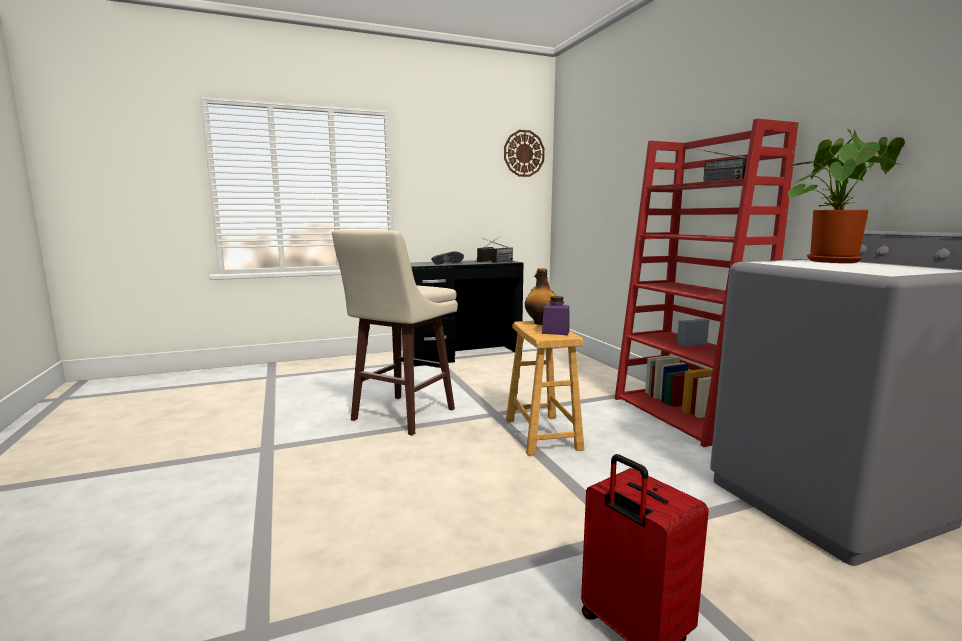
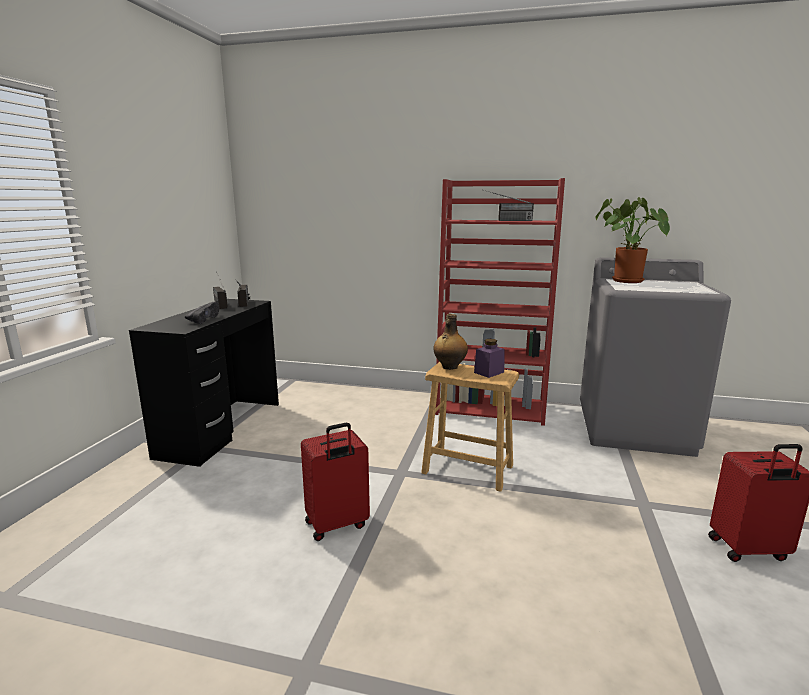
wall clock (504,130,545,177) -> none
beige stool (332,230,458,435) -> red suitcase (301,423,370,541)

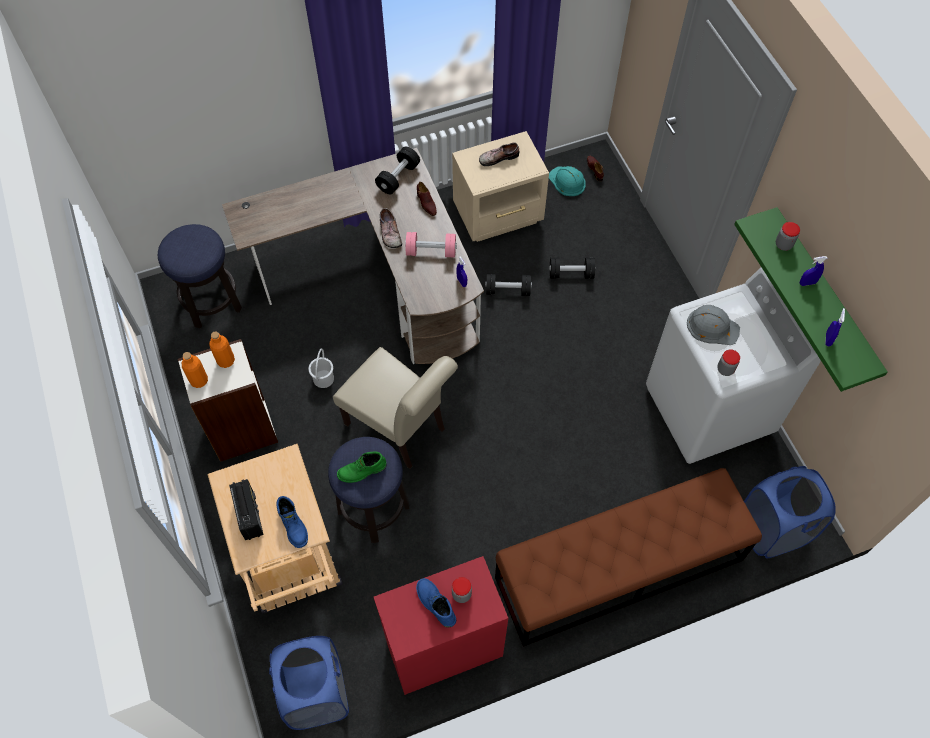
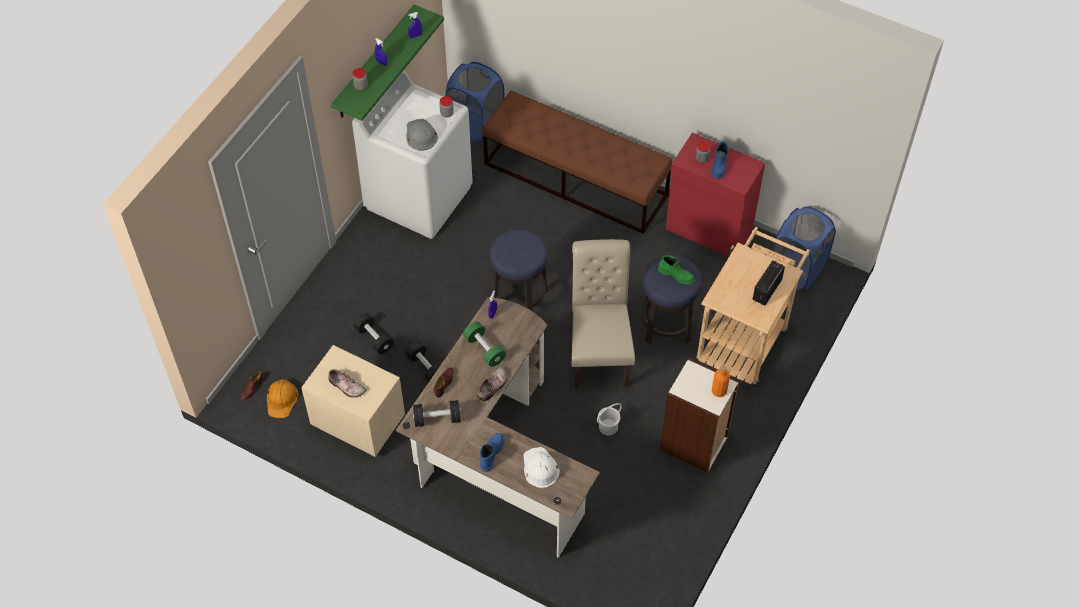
orange bottle (209,331,235,368) -> none
none -> white hard hat (524,447,560,488)
stool (158,224,242,329) -> stool (490,229,548,312), shifted
blue boot (277,496,308,548) -> blue boot (480,433,504,472), shifted
pink dumbbell (405,232,457,258) -> green dumbbell (463,321,506,367)
turquoise hard hat (549,166,586,196) -> orange hard hat (267,379,299,418)

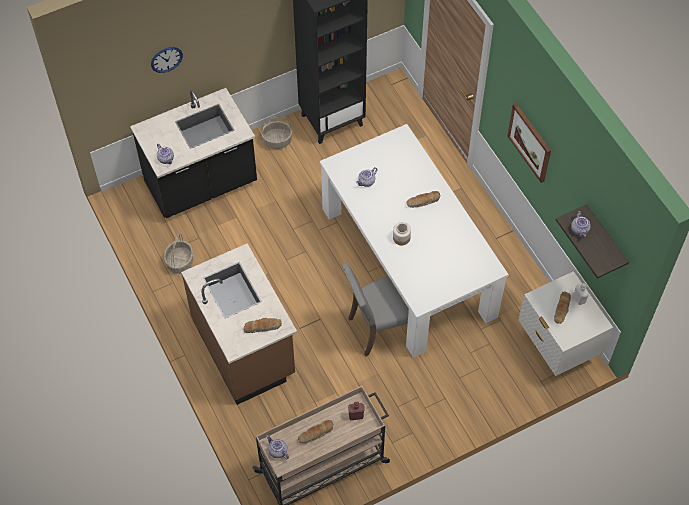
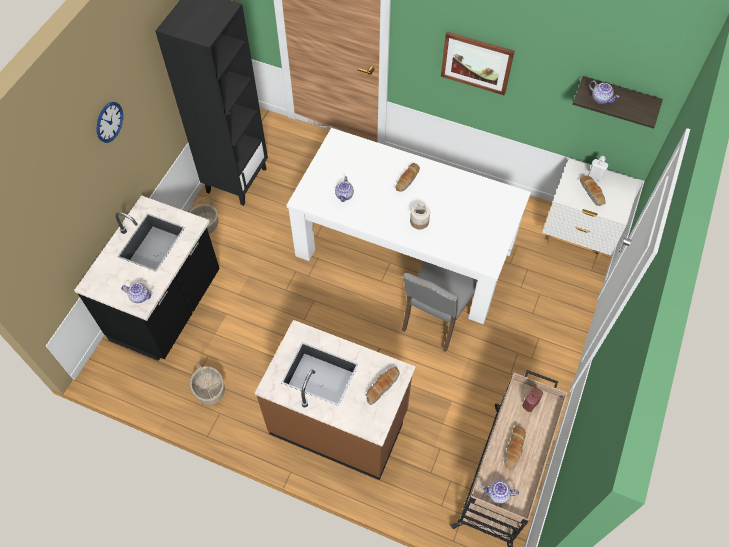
wall clock (151,47,183,73) -> wall clock (96,102,123,143), shifted

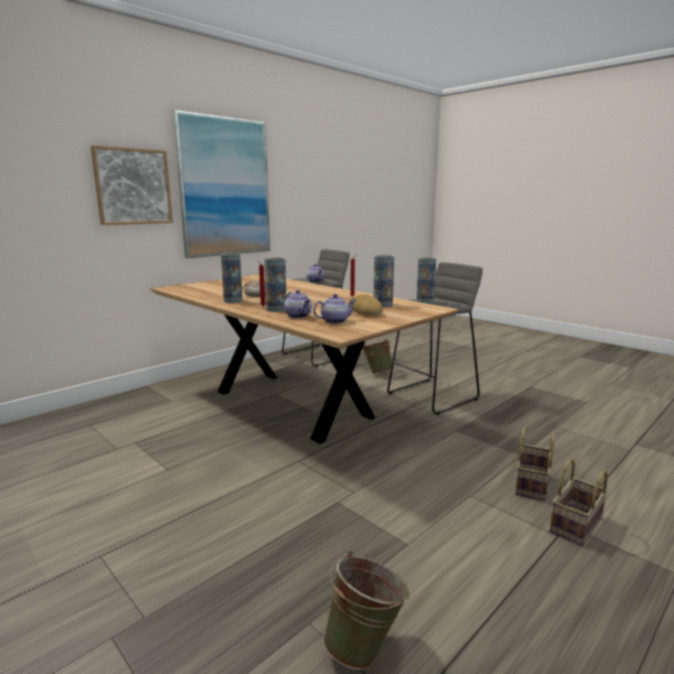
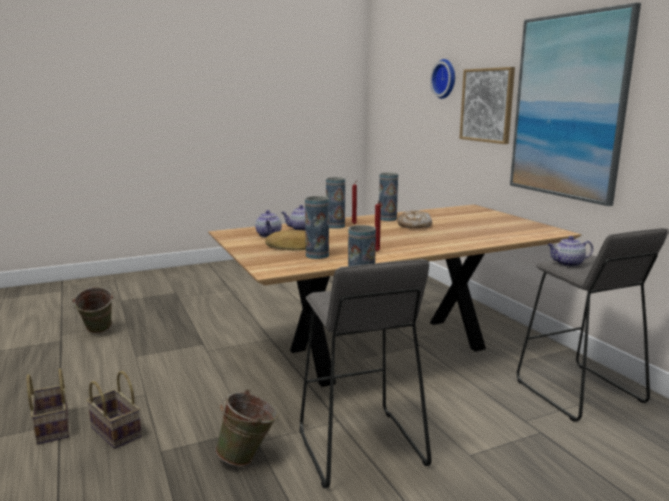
none -> wall clock (430,59,455,99)
green bucket (363,339,392,374) -> green bucket (215,389,278,466), shifted

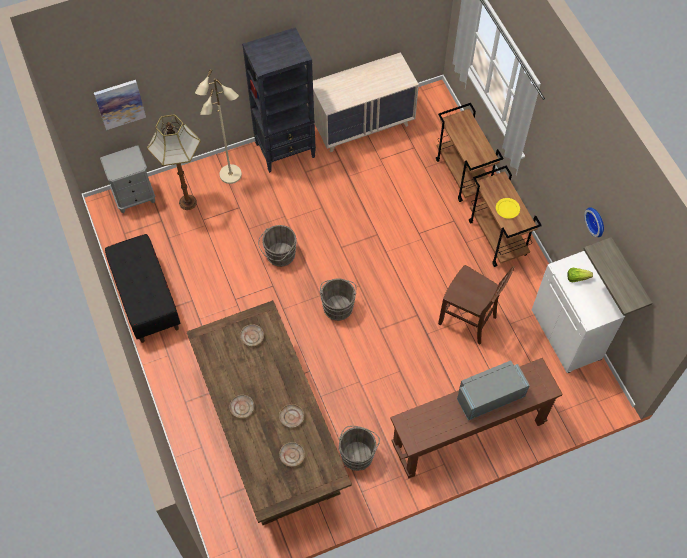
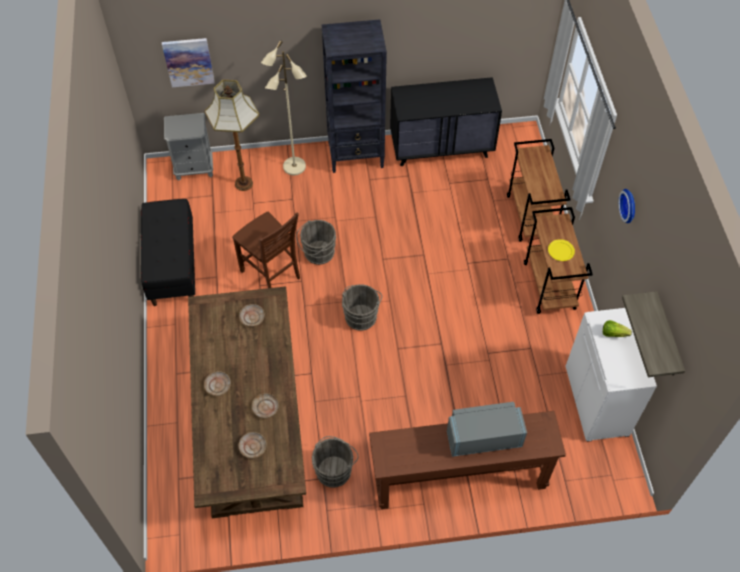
brown chair (438,265,515,345) -> brown chair (232,212,300,288), shifted
wall clock (584,207,604,237) -> wall clock (618,189,635,223), shifted
beige dresser (313,52,419,152) -> black dresser (390,77,502,166)

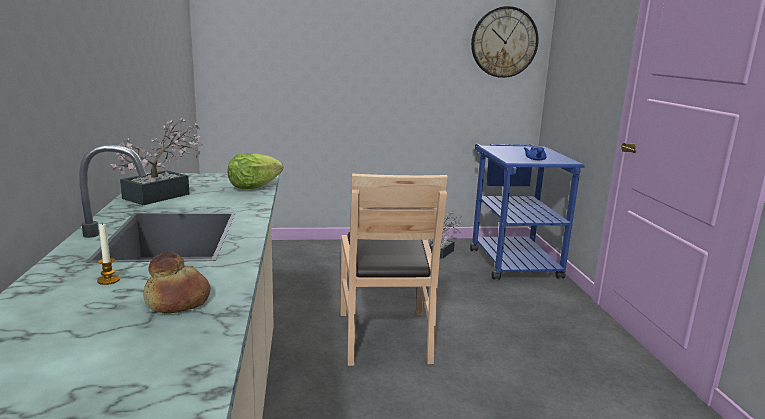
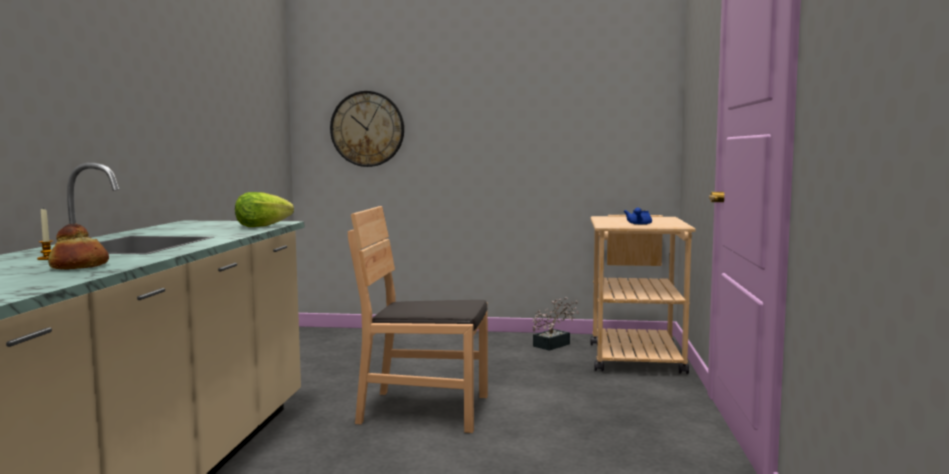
potted plant (111,118,203,205) -> none
wall clock (471,6,538,78) -> wall clock (330,91,404,167), shifted
blue cart (470,144,585,280) -> beige cart (591,215,696,374)
brown chair (340,173,448,366) -> brown chair (348,206,488,433), 90 degrees clockwise

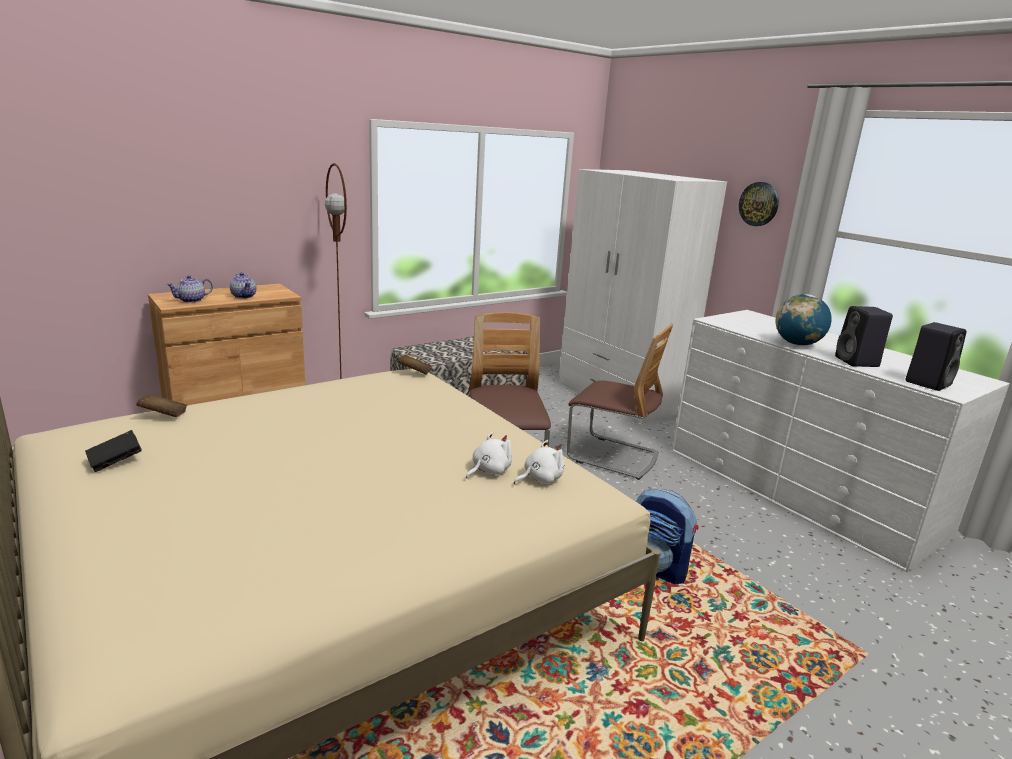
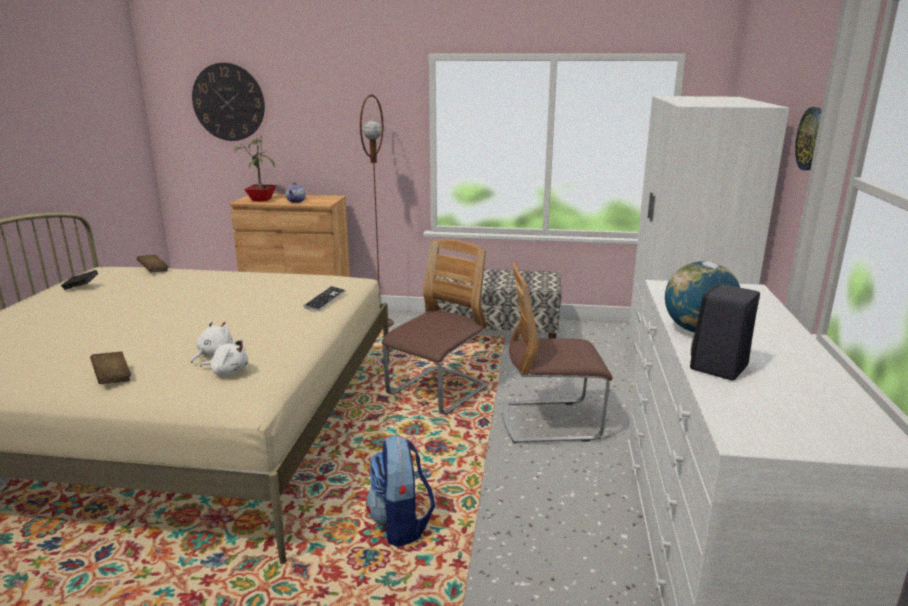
black speaker (905,322,966,391) -> none
none -> wall clock (192,63,265,141)
none -> keyboard (303,286,346,311)
brown book (397,355,432,374) -> brown book (90,351,131,384), shifted
teapot (166,275,213,303) -> potted plant (232,135,276,202)
white plush toy (466,432,512,479) -> white plush toy (191,321,233,363), 60 degrees counterclockwise
chair (567,323,673,480) -> chair (502,262,612,444), 105 degrees clockwise

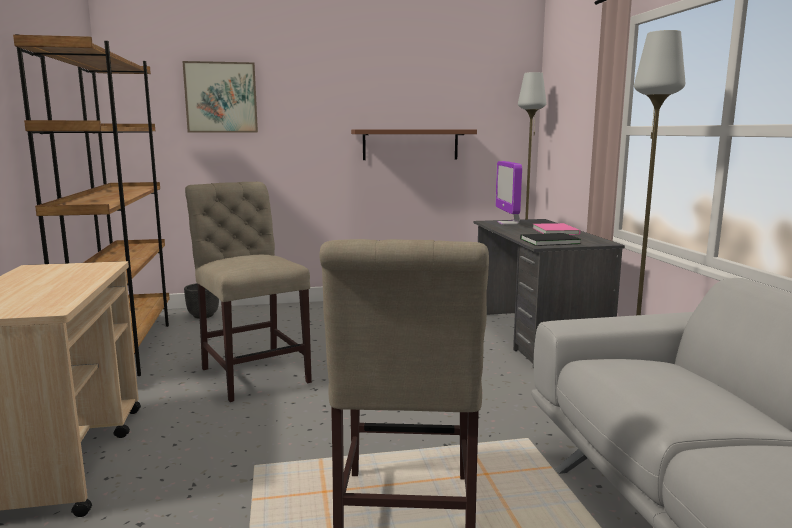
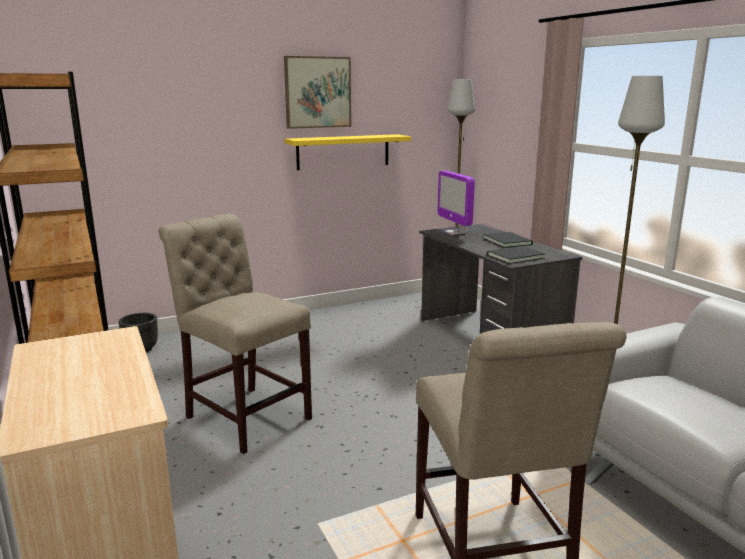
picture (182,61,258,132) -> picture (284,56,351,129), shifted
brown shelf (351,129,477,160) -> yellow shelf (284,134,411,170)
pink book (533,223,580,235) -> black book (483,232,533,248)

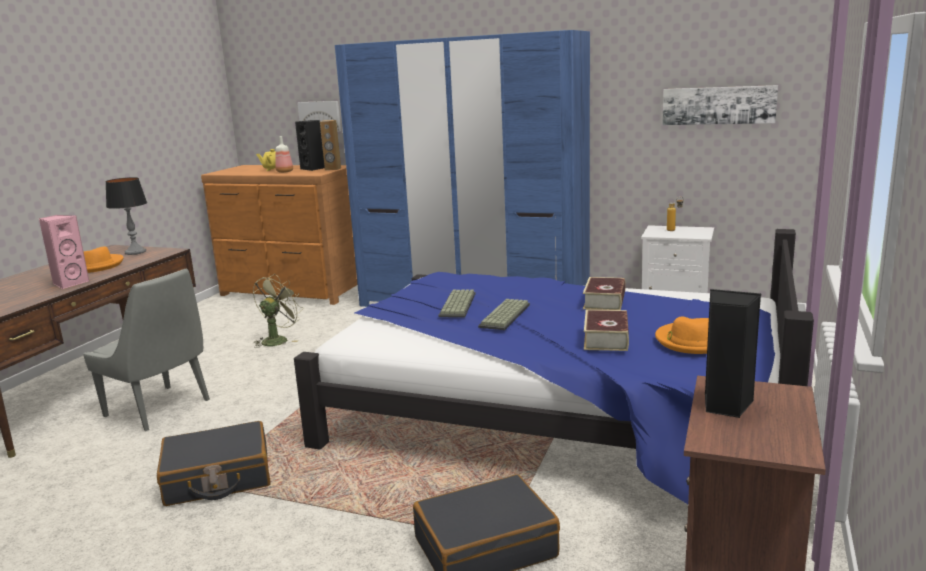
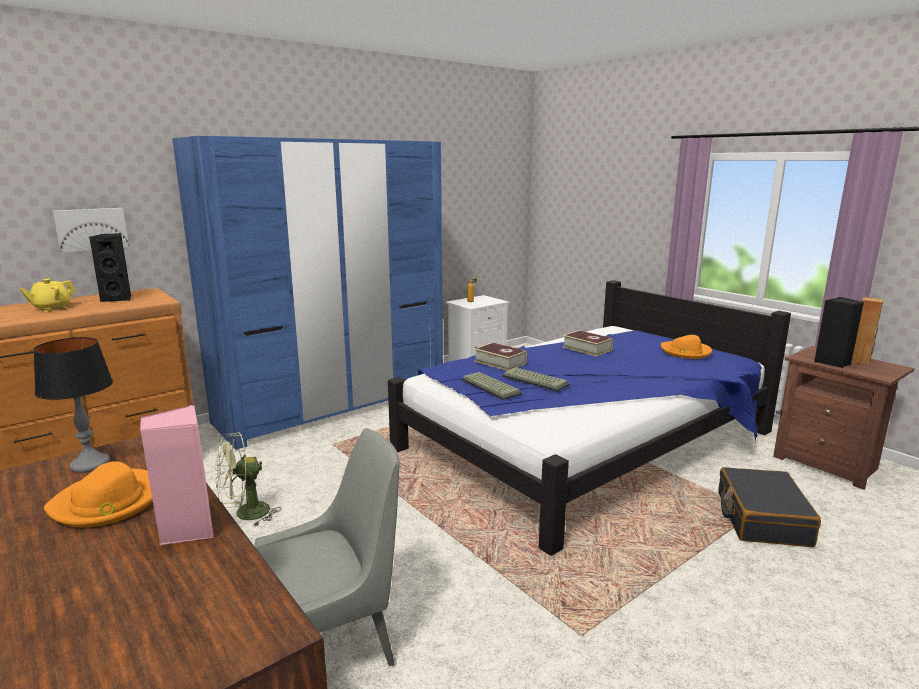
black suitcase (157,421,271,506) -> none
bottle (275,136,293,173) -> none
picture (662,85,778,125) -> none
brown speaker (320,120,341,170) -> brown speaker (851,297,884,365), shifted
keyboard (478,299,530,330) -> keyboard (461,372,522,400), shifted
book (584,310,629,351) -> book (474,342,527,371), shifted
green fan (253,274,303,348) -> green fan (215,432,281,527), 90 degrees counterclockwise

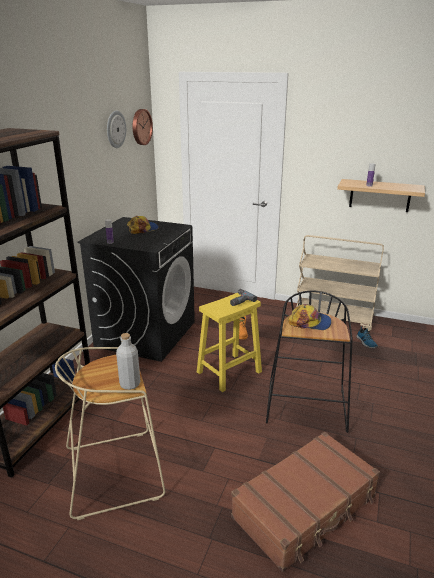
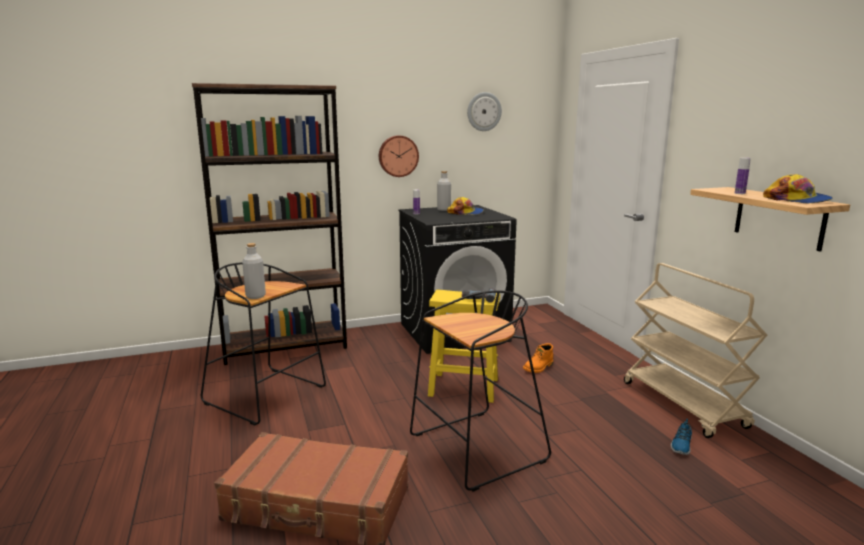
none -> grey bottle (437,171,451,211)
wall clock (132,109,153,145) -> wall clock (379,135,419,177), shifted
cap (288,304,332,330) -> cap (763,174,833,203), shifted
beige stool (55,347,165,520) -> black stool (201,262,326,426)

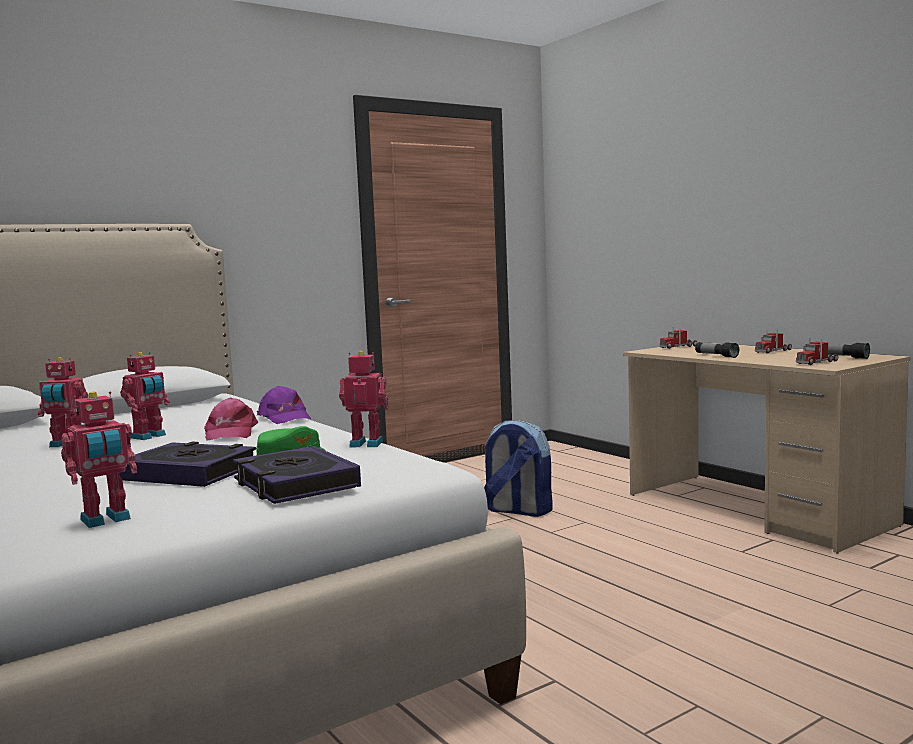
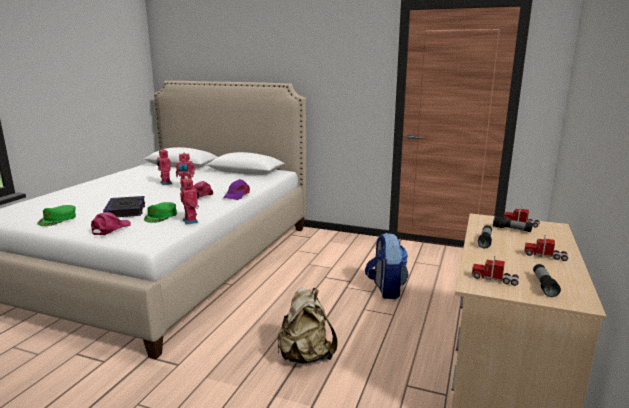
none -> beige backpack (278,288,337,364)
none -> flashlight (493,215,533,232)
toy robot (61,391,137,528) -> green cap (37,205,76,226)
book (233,446,361,504) -> pink cap (91,212,131,235)

